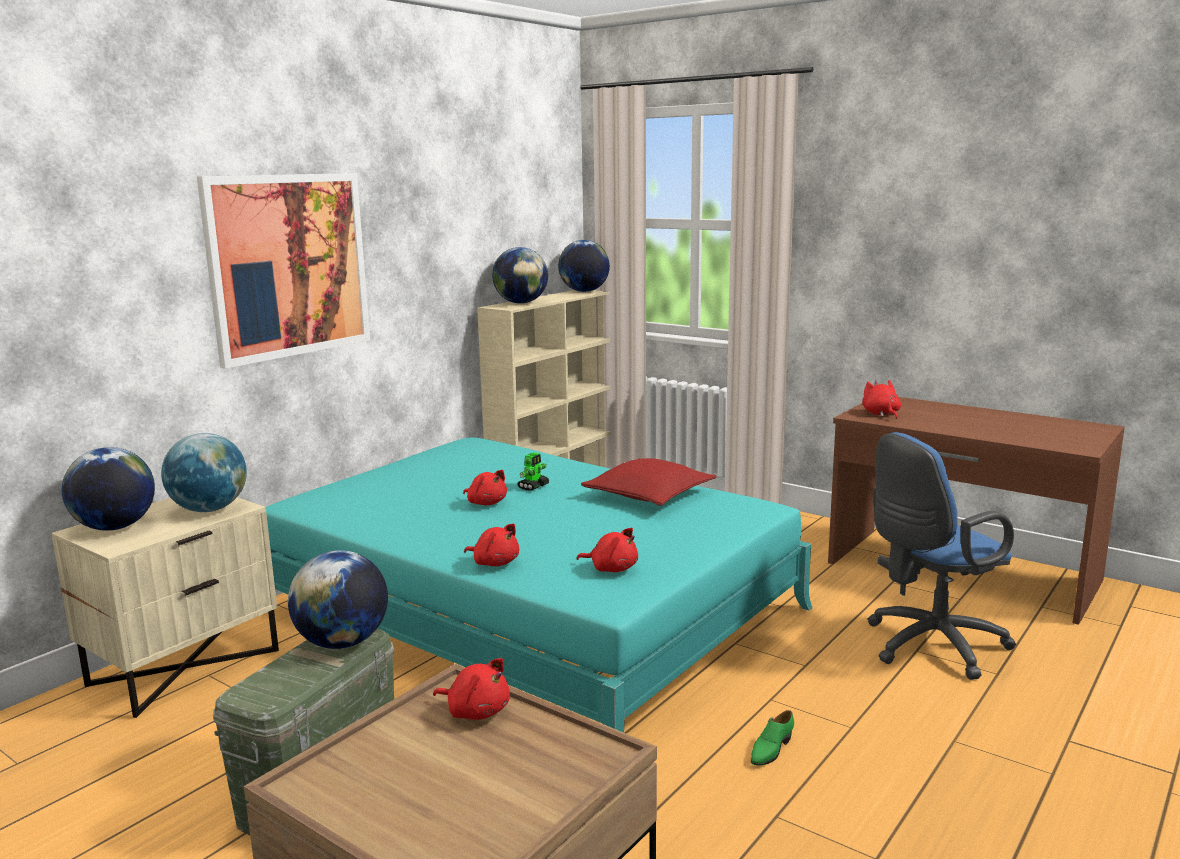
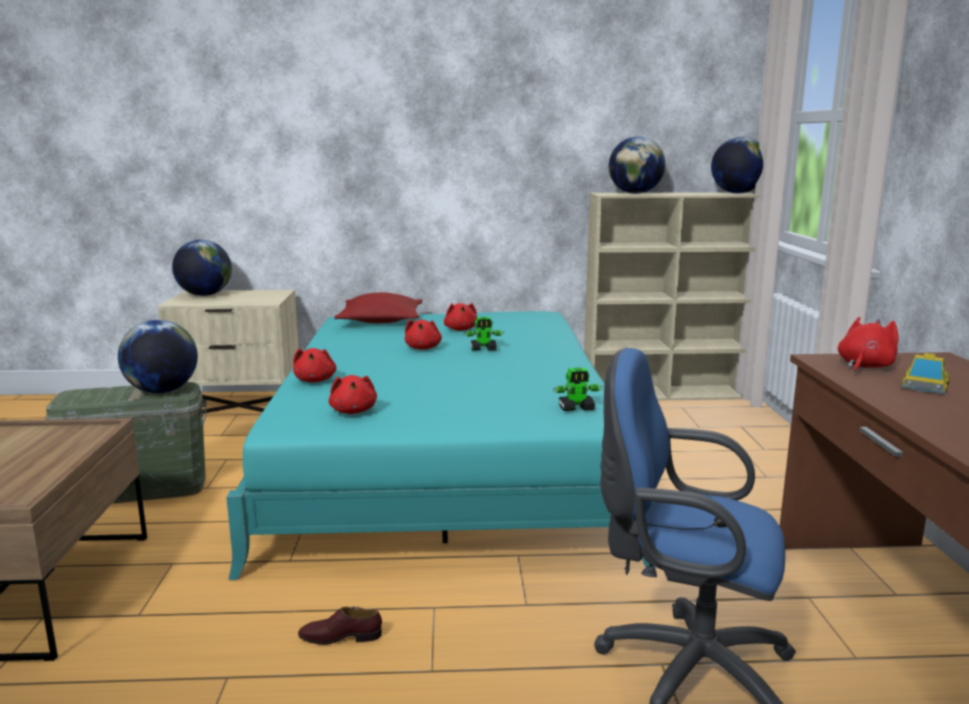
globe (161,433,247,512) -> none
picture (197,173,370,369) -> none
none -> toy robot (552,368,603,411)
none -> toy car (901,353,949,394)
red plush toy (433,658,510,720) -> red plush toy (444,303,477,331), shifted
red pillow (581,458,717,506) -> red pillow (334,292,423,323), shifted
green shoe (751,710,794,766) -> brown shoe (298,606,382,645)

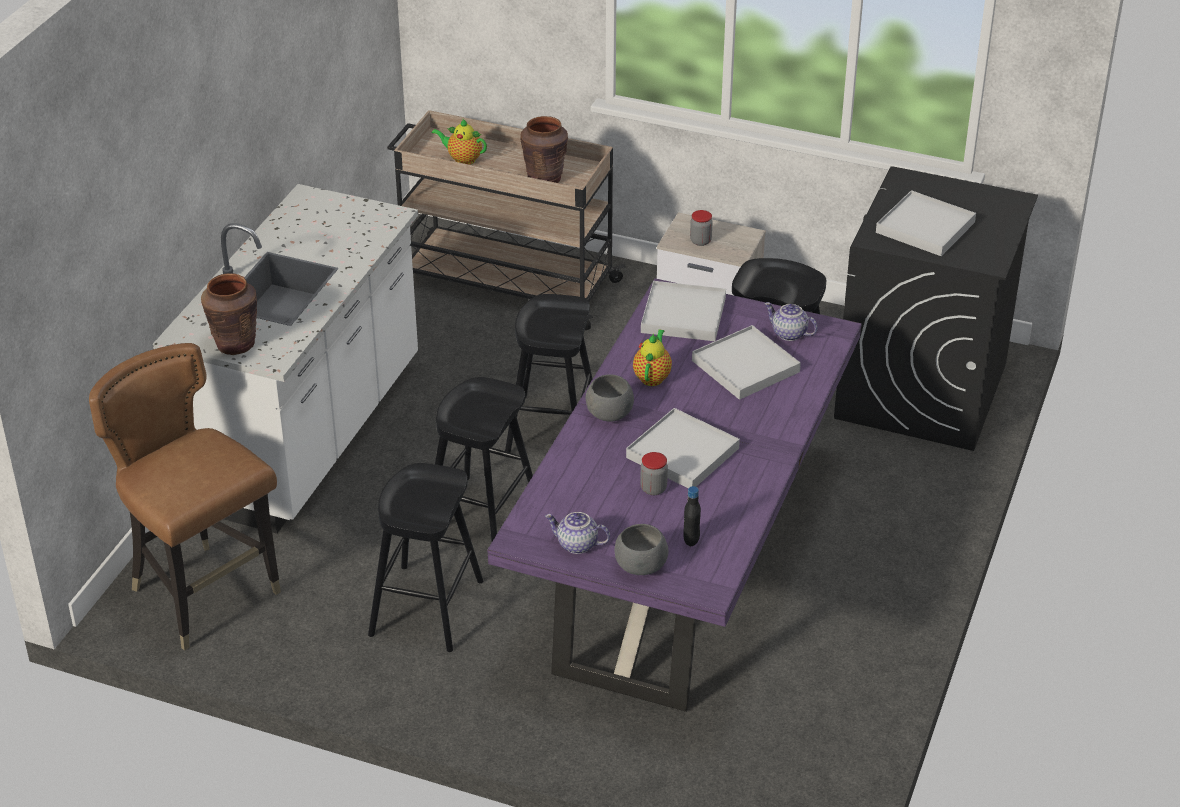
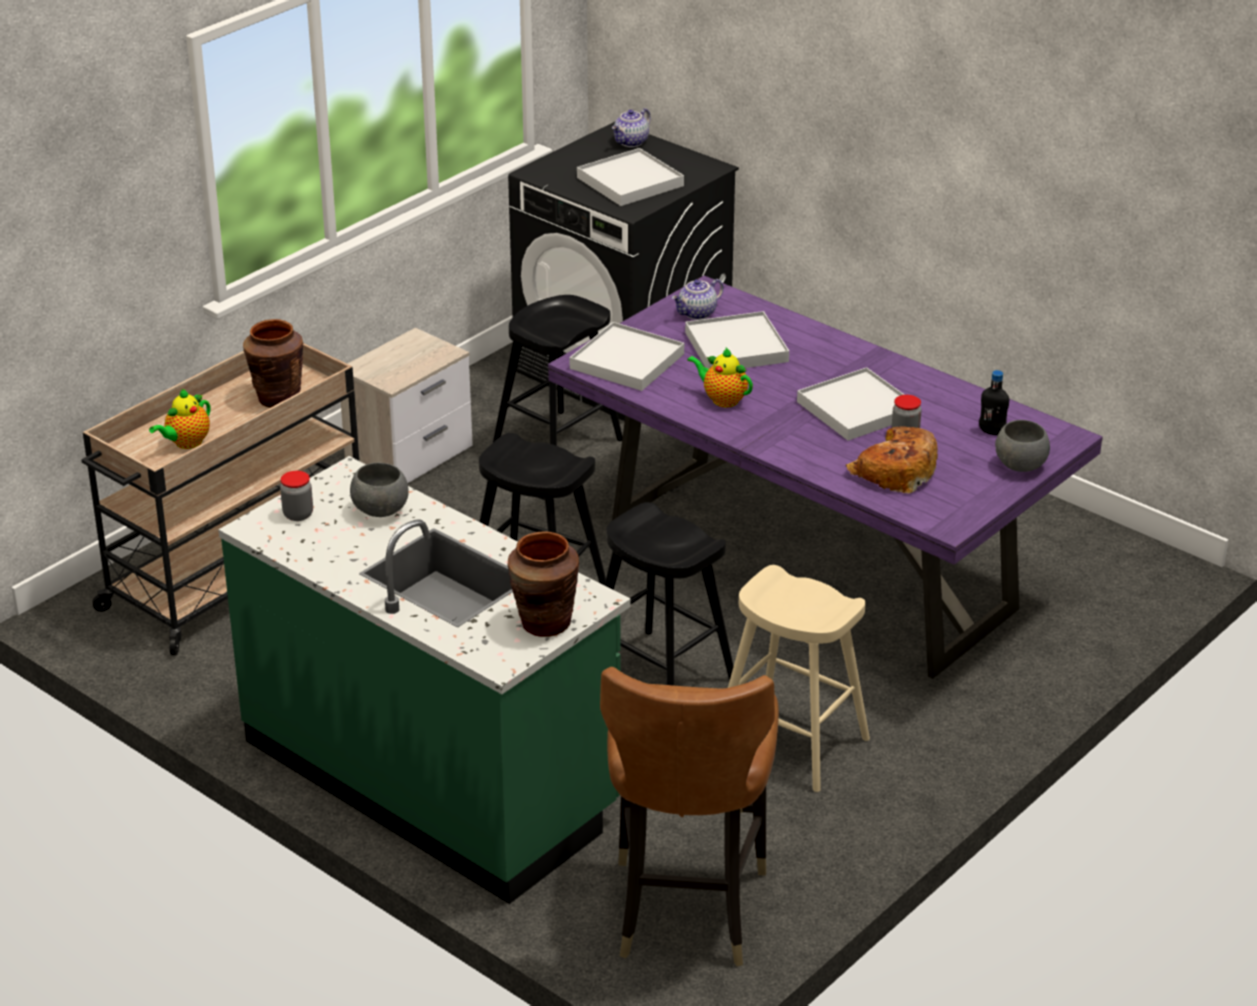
none -> bread (846,426,938,493)
teapot (545,512,610,554) -> teapot (612,108,651,147), shifted
grey bowl (585,374,634,422) -> grey bowl (350,463,409,517), shifted
jar (690,210,713,246) -> jar (280,471,313,521), shifted
white counter (153,184,418,534) -> green counter (218,456,631,904)
black stool (368,463,483,652) -> beige stool (728,565,870,792)
brown chair (89,343,281,651) -> brown chair (600,667,779,966), 60 degrees counterclockwise

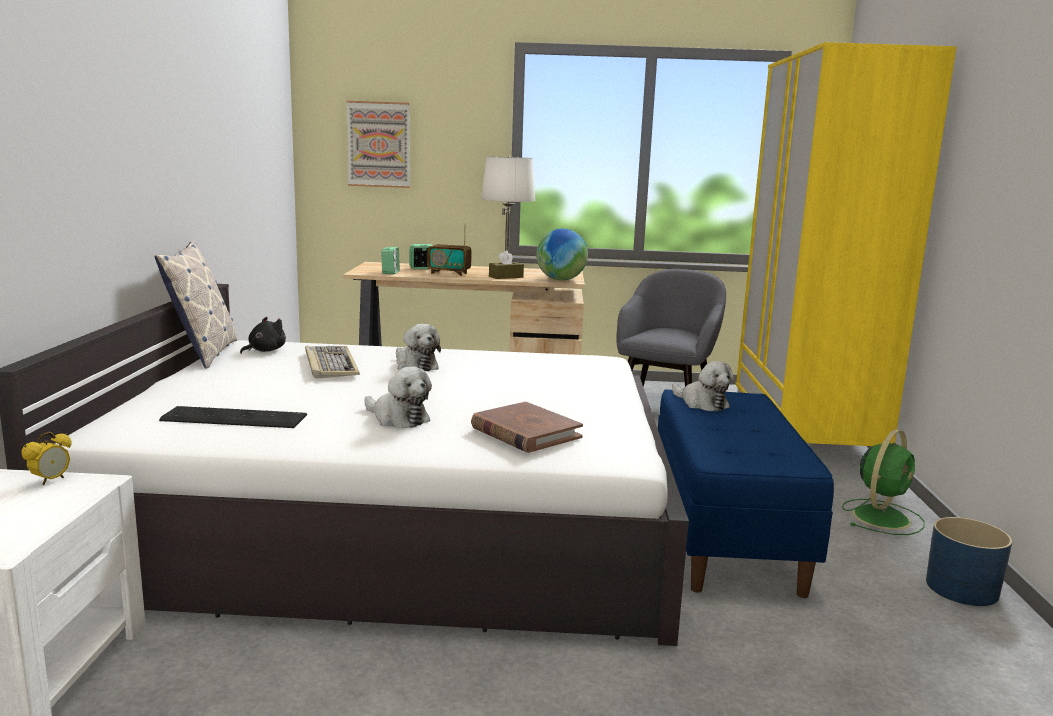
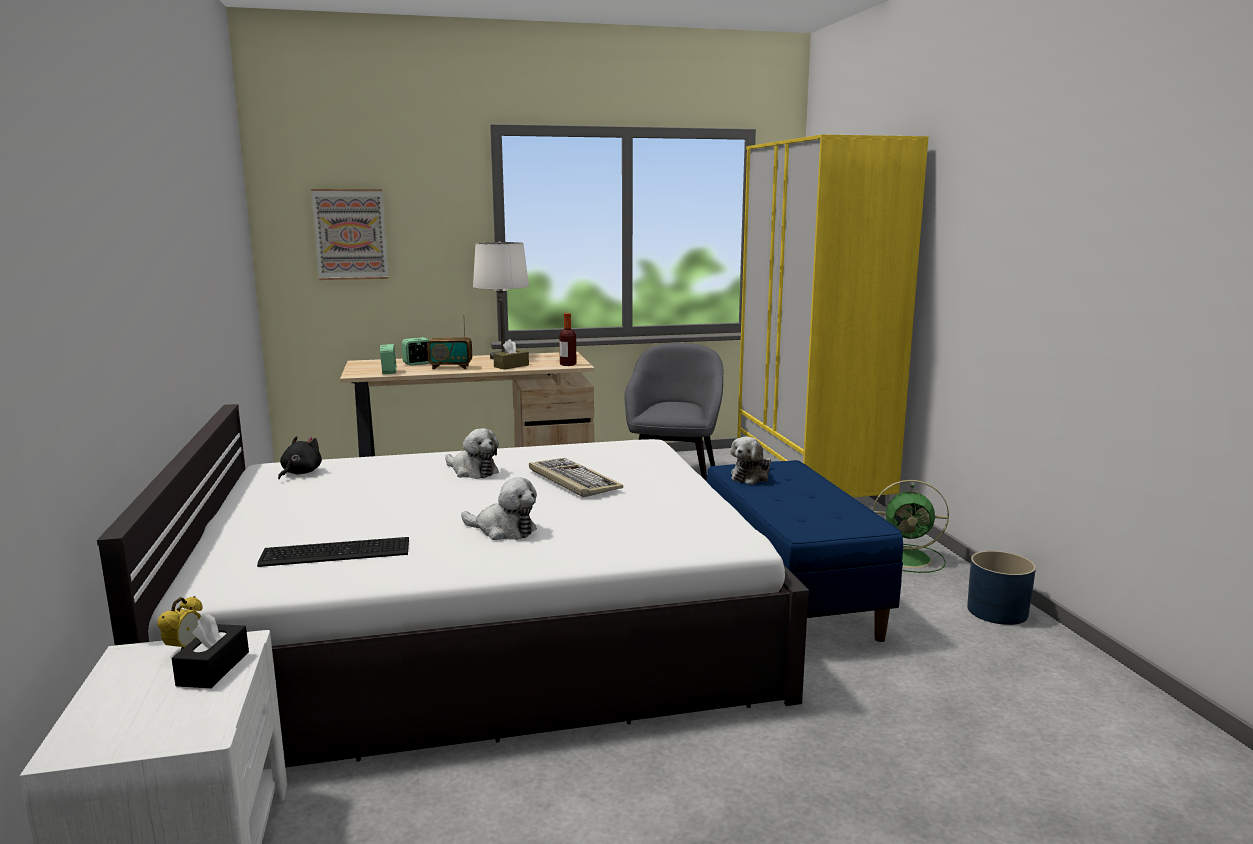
pillow (155,241,237,369) -> none
brown book (471,402,583,453) -> none
none -> black tissue box (171,613,249,688)
keyboard (305,346,360,379) -> keyboard (529,458,623,497), shifted
globe (536,229,588,281) -> bottle (559,313,576,366)
plush toy (672,361,734,411) -> plush toy (731,437,771,485), 90 degrees clockwise
green fan (842,429,925,535) -> green fan (873,480,949,573), 75 degrees clockwise

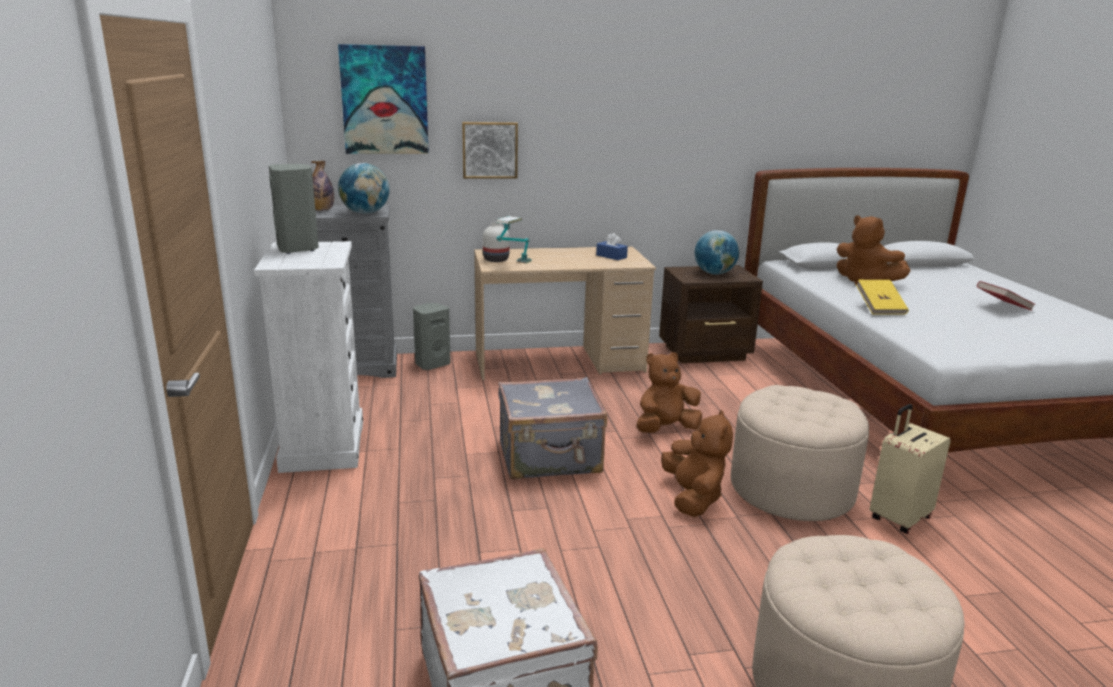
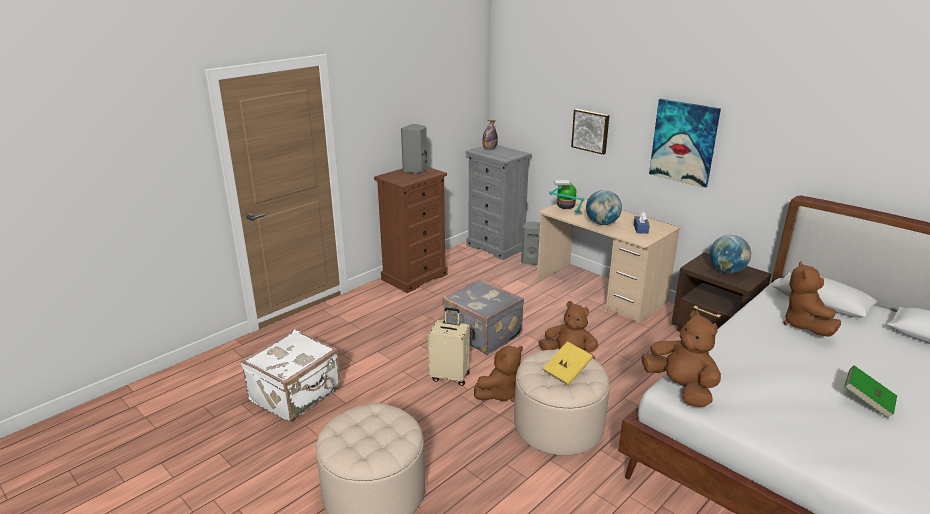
none -> brown plush toy (641,310,721,407)
picture (338,44,429,154) -> picture (649,99,721,188), shifted
globe (338,163,390,214) -> globe (586,190,622,225), shifted
yellow book (856,280,909,315) -> yellow book (543,341,593,386), shifted
beige suitcase (870,404,951,534) -> beige suitcase (428,307,470,386), shifted
white dresser (254,241,363,473) -> brown dresser (374,167,448,293)
white vase (483,222,510,262) -> green vase (557,182,576,209)
red book (977,281,1036,311) -> green book (844,365,897,419)

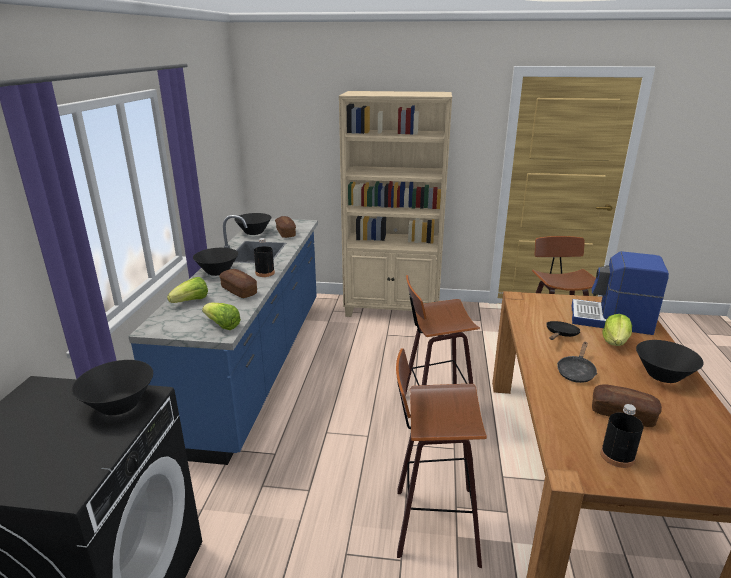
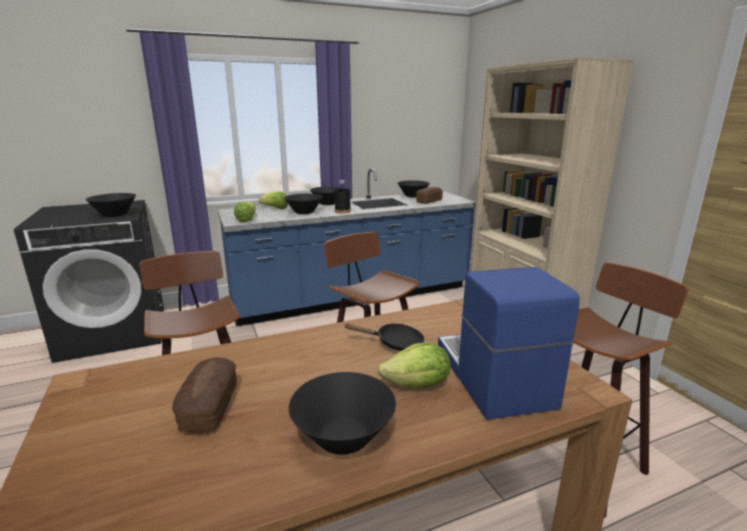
black frying pan (557,342,597,383) -> none
black bottle (601,404,644,468) -> none
bread (219,269,257,298) -> black bowl (284,194,323,214)

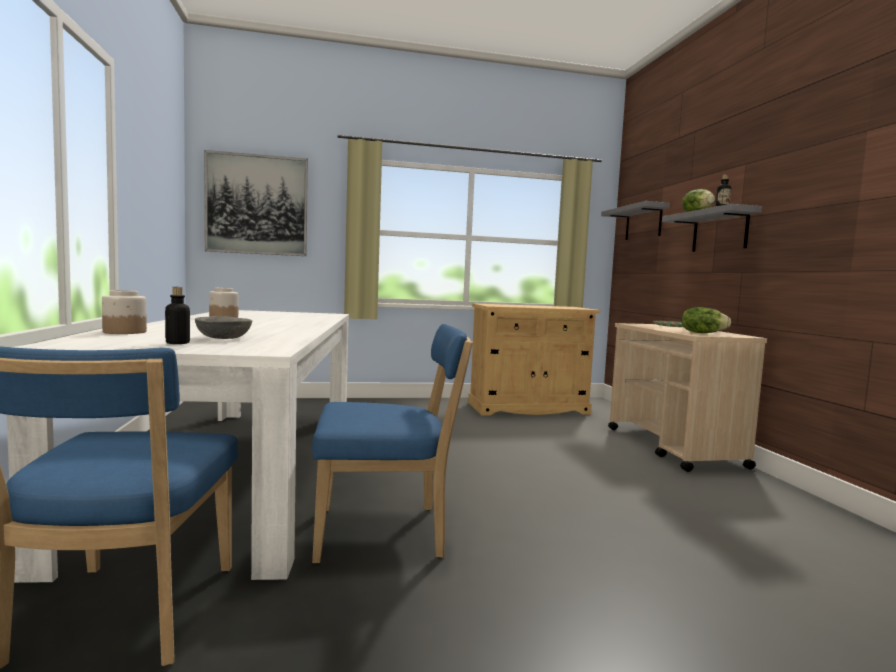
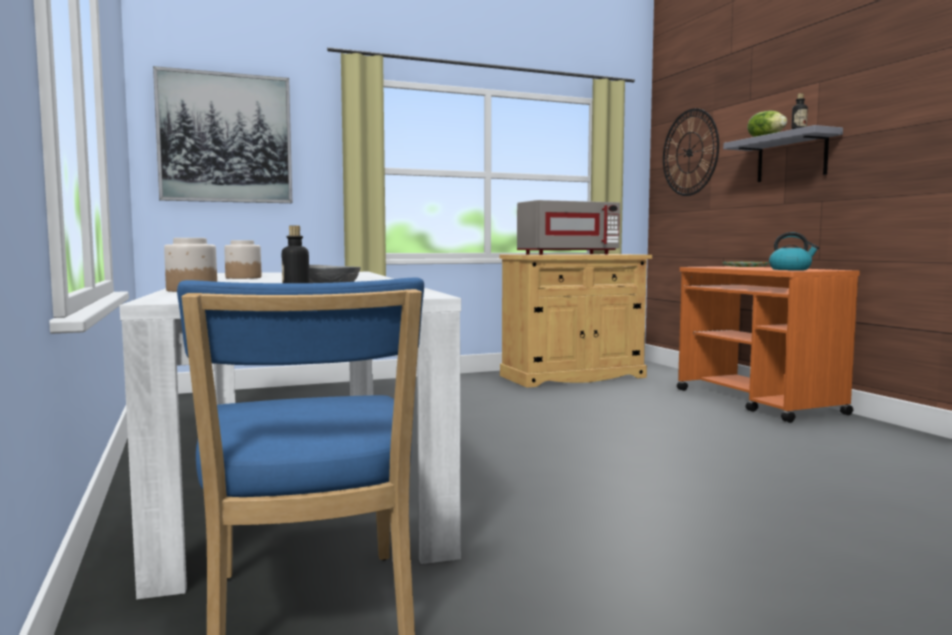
blue chair (312,324,473,564) -> none
none -> grey microwave (517,200,620,255)
grey shelf (601,201,670,240) -> wall clock (663,108,719,196)
lettuce (682,307,731,333) -> kettle (769,232,819,270)
beige cart (608,323,767,472) -> orange cart (677,266,860,423)

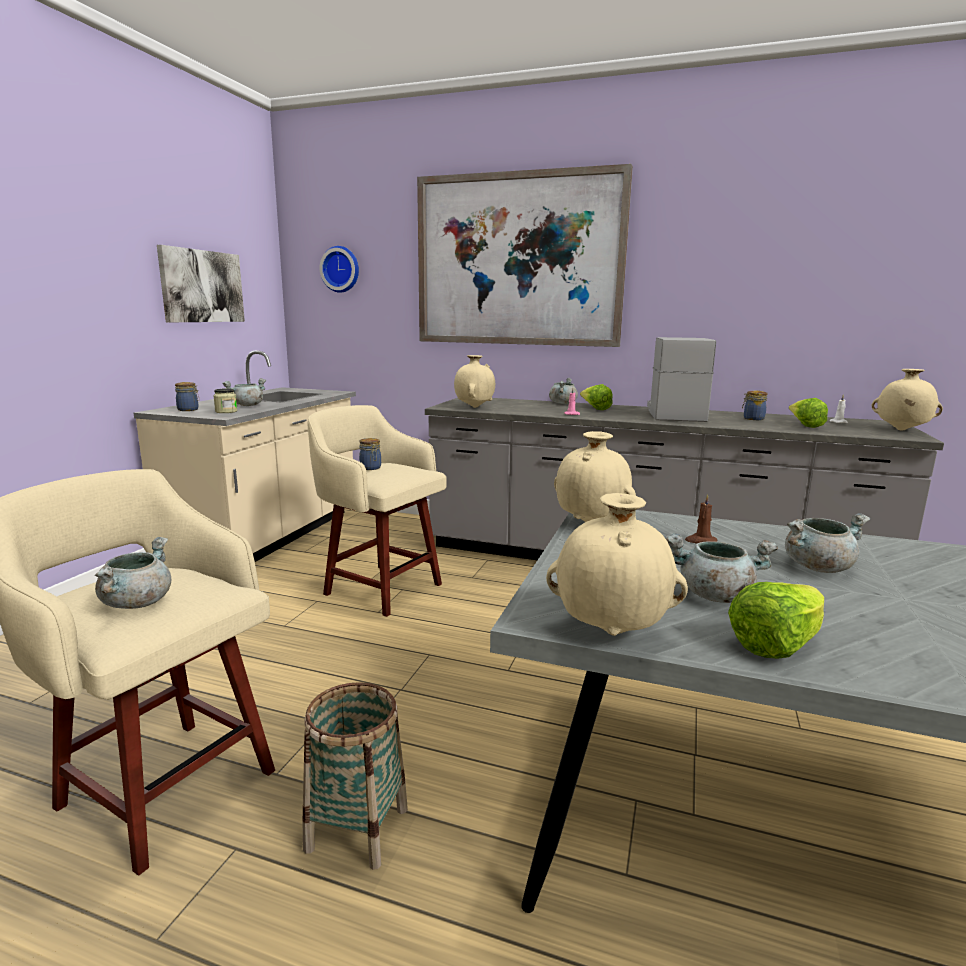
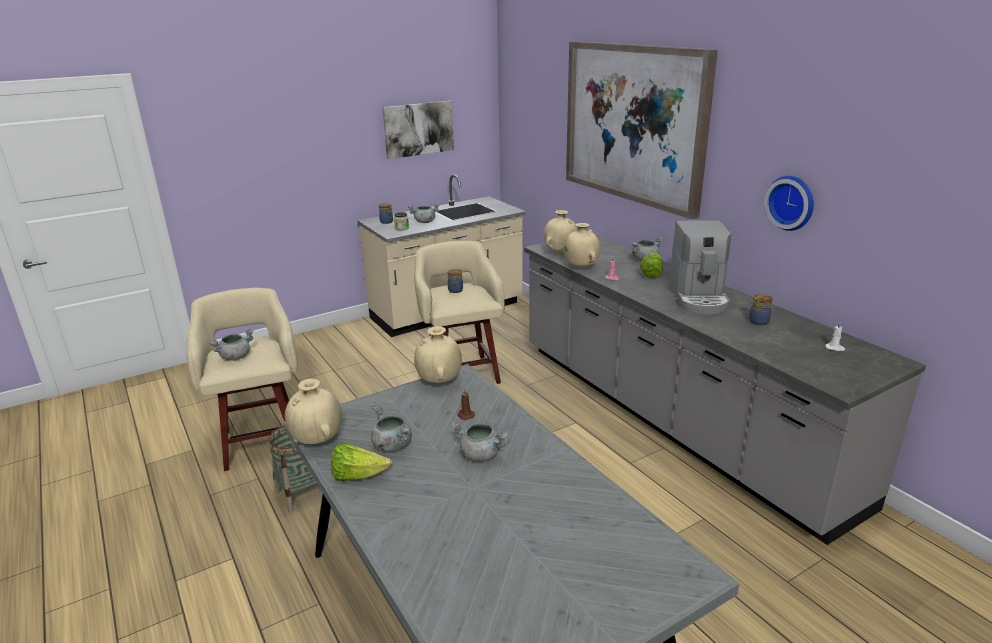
lettuce (789,398,828,428) -> none
wall clock (320,246,359,293) -> wall clock (764,176,814,231), shifted
beige vase (871,369,943,431) -> beige vase (564,223,600,268), shifted
coffee machine (647,337,716,422) -> coffee machine (669,220,731,315), 135 degrees clockwise

